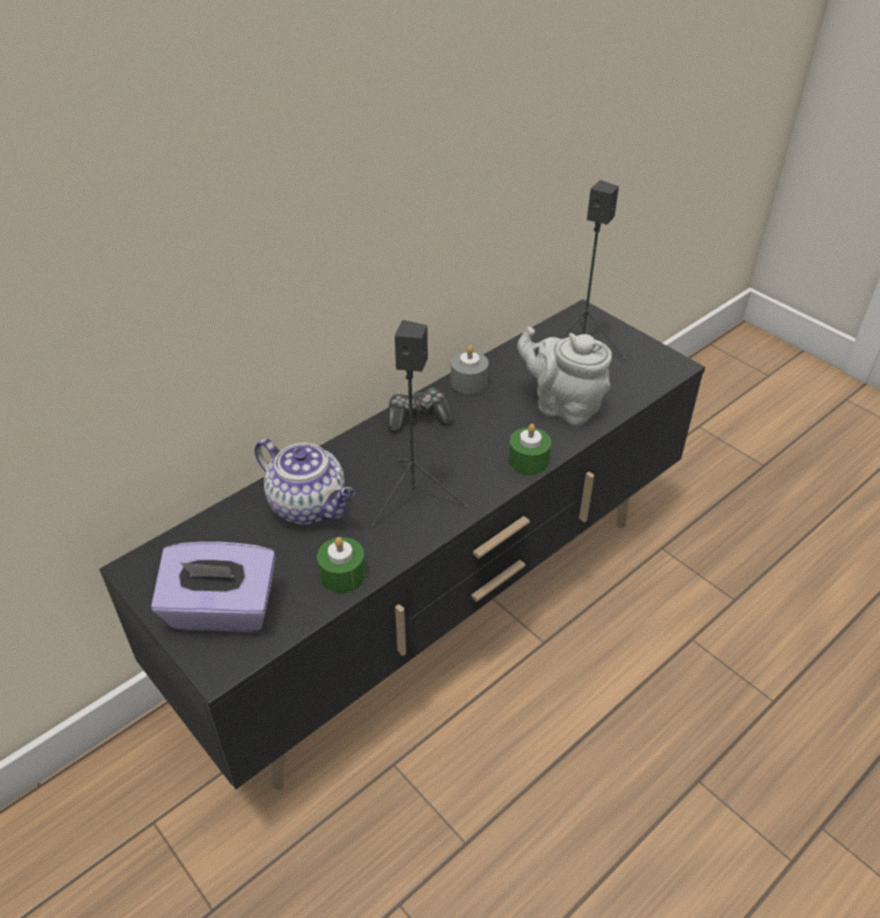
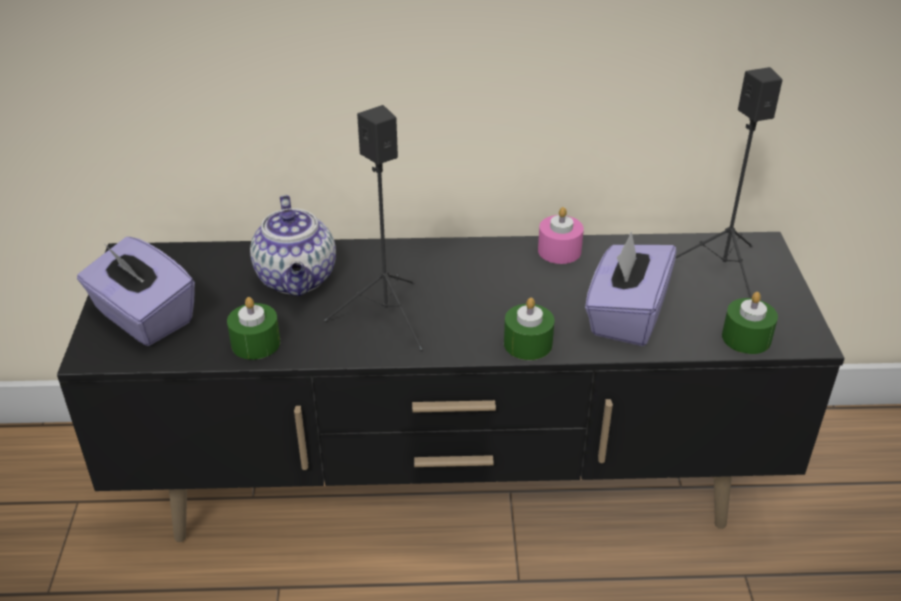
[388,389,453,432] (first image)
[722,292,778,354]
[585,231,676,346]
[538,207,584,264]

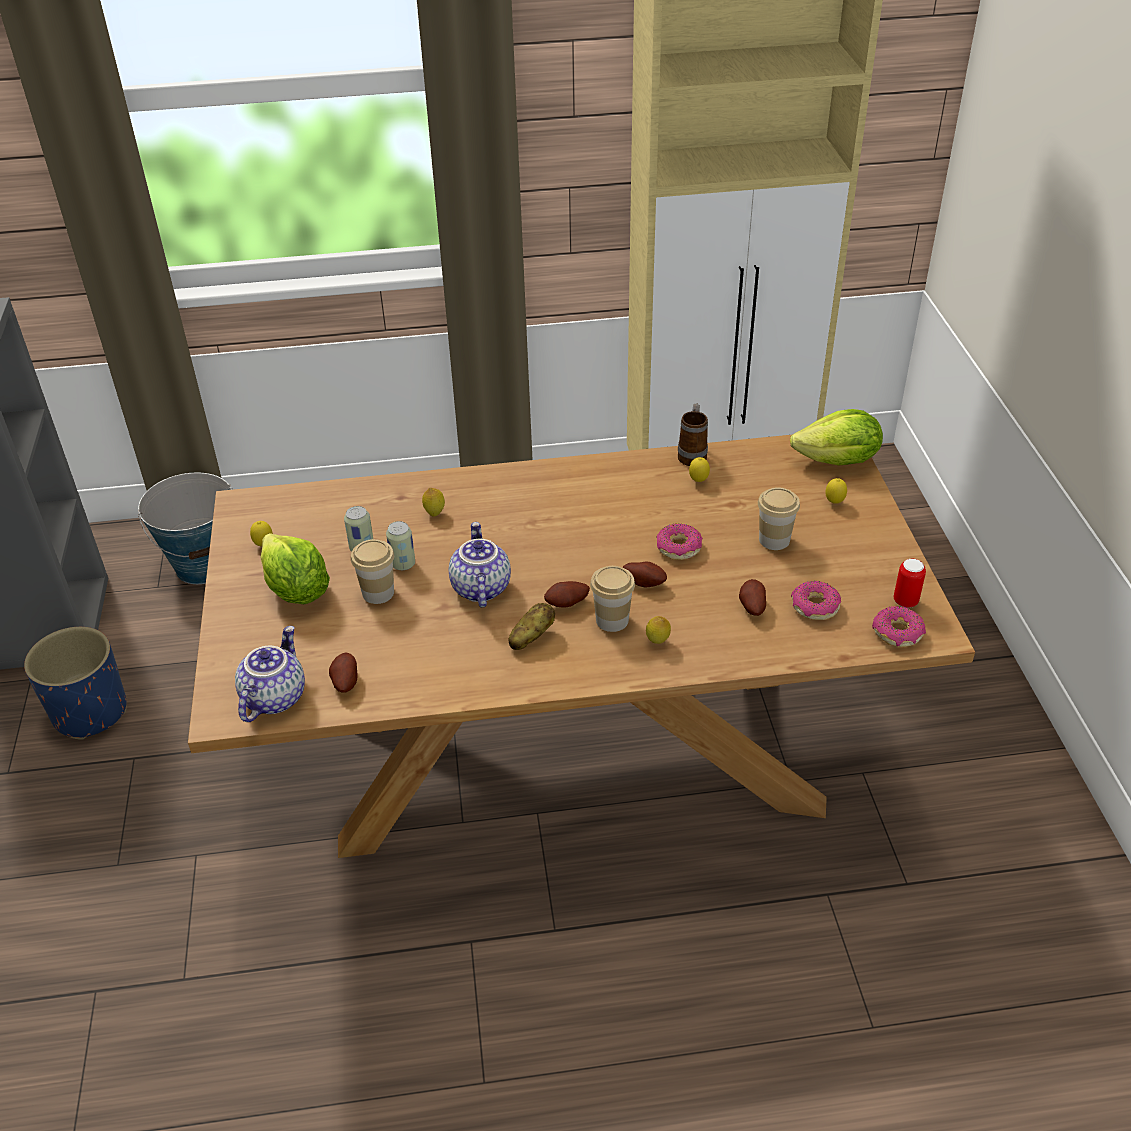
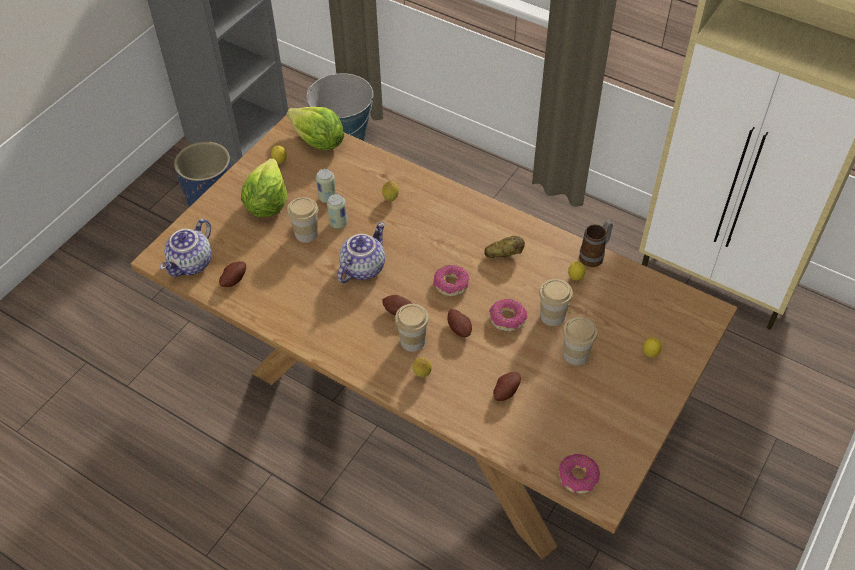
[894,559,926,608] (first image)
[539,279,573,326]
[484,236,525,258]
[287,107,344,150]
[434,265,470,296]
[160,219,212,276]

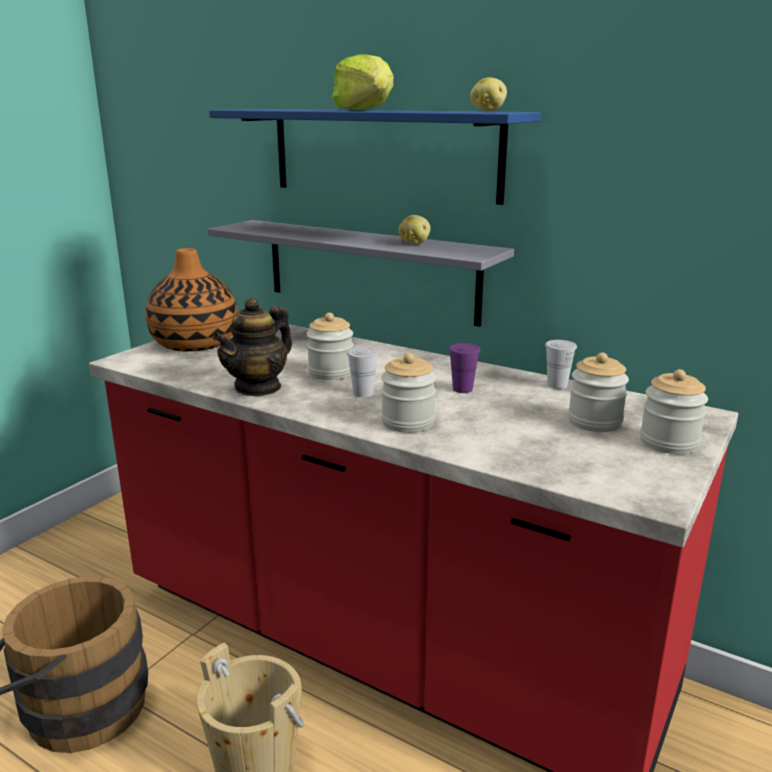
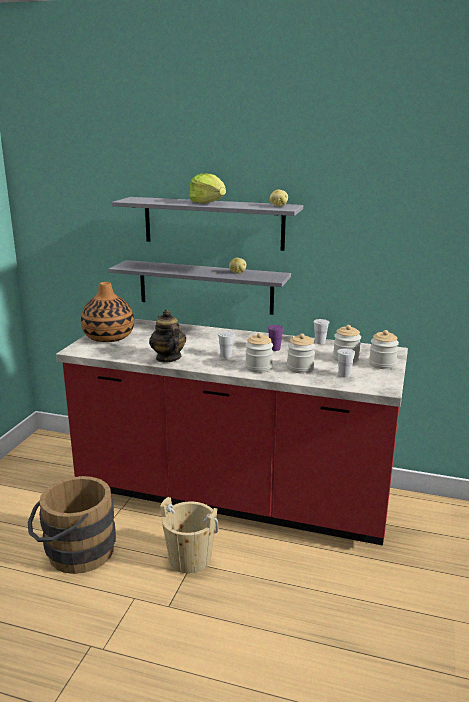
[337,348,356,378]
[287,333,316,373]
[112,197,303,251]
[149,310,186,363]

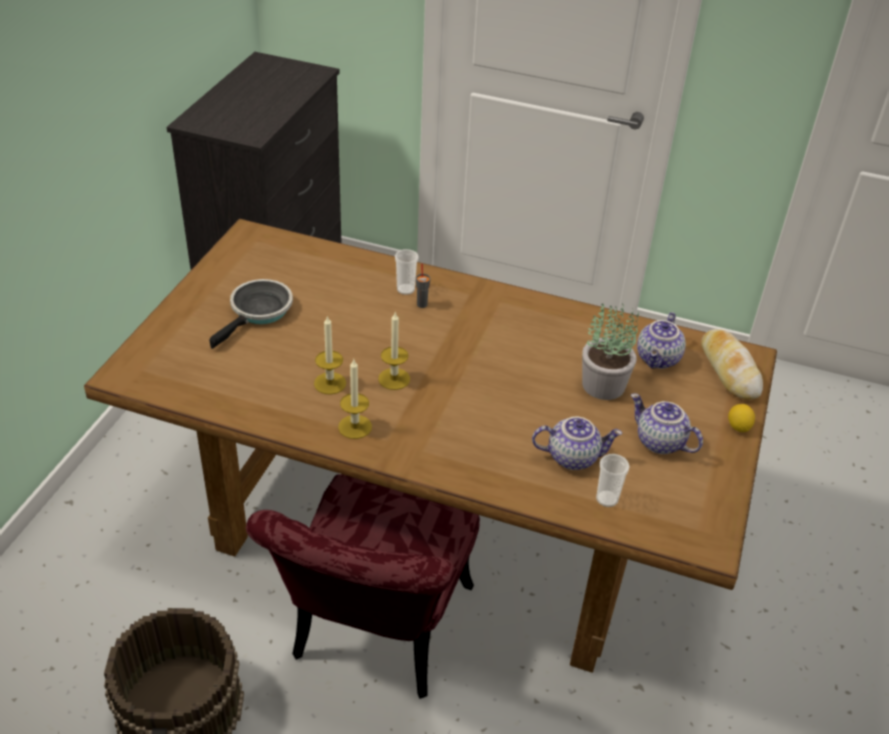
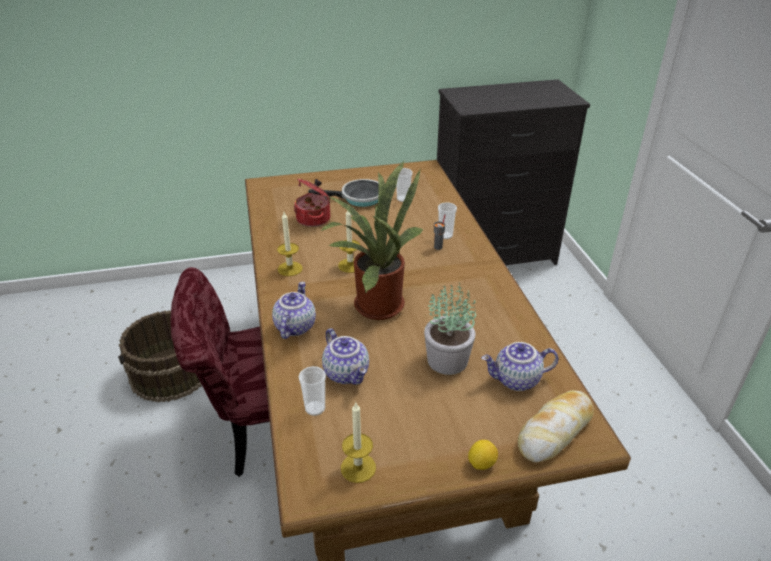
[294,178,331,227]
[321,161,423,320]
[396,168,412,202]
[341,403,376,483]
[272,282,316,339]

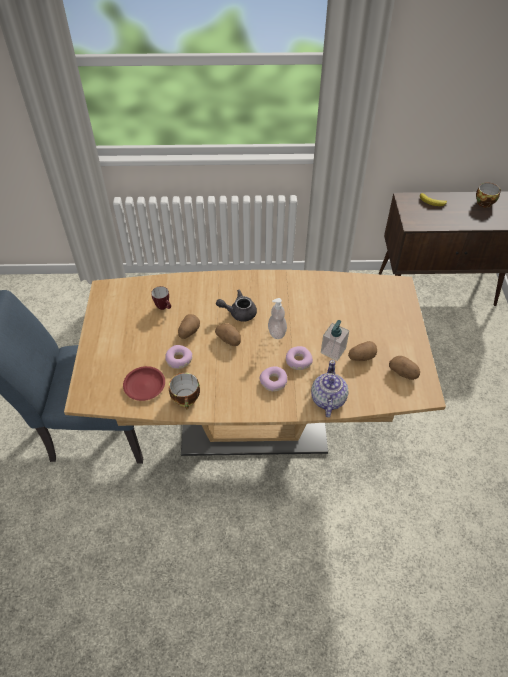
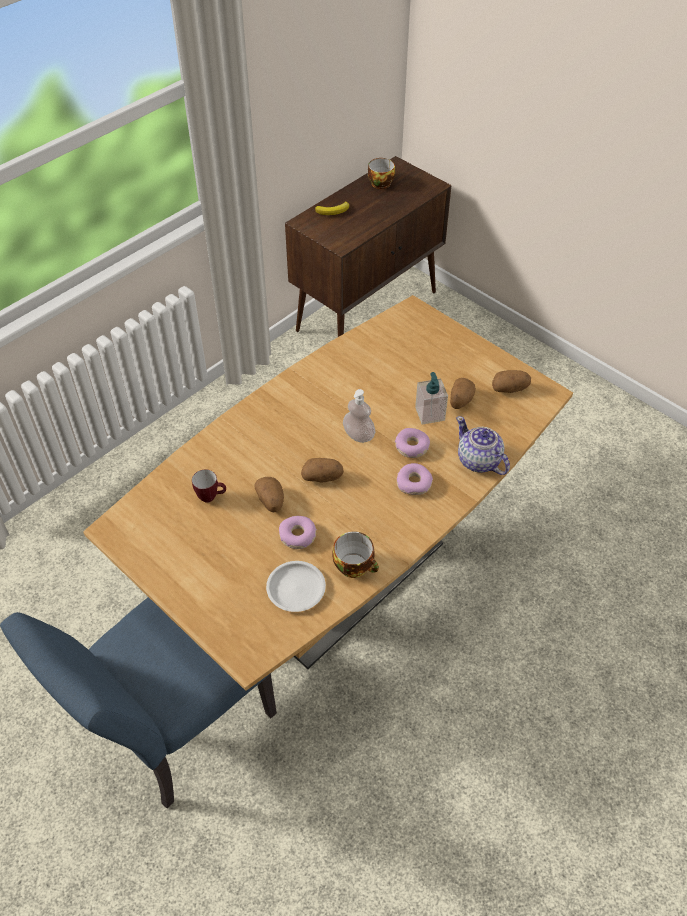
[216,290,257,322] (first image)
[266,561,326,612]

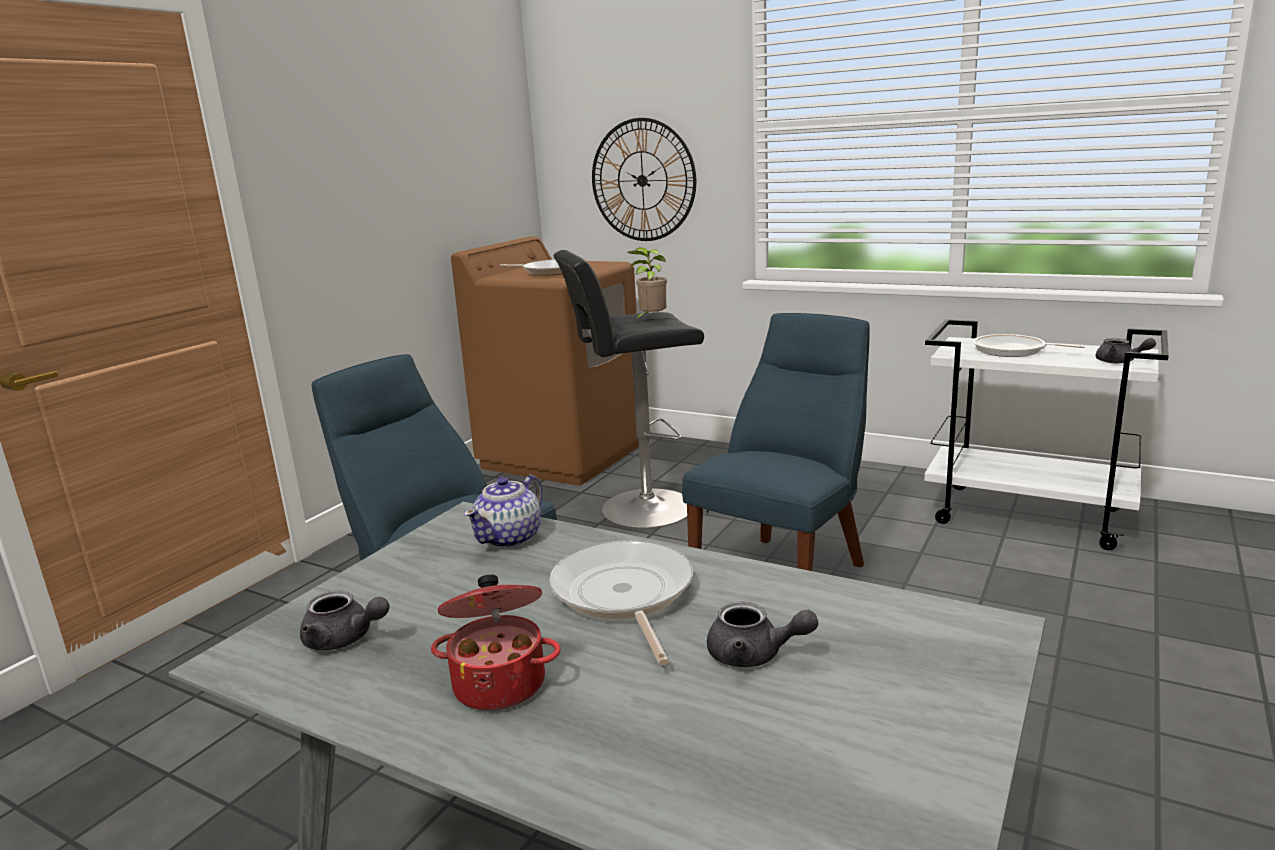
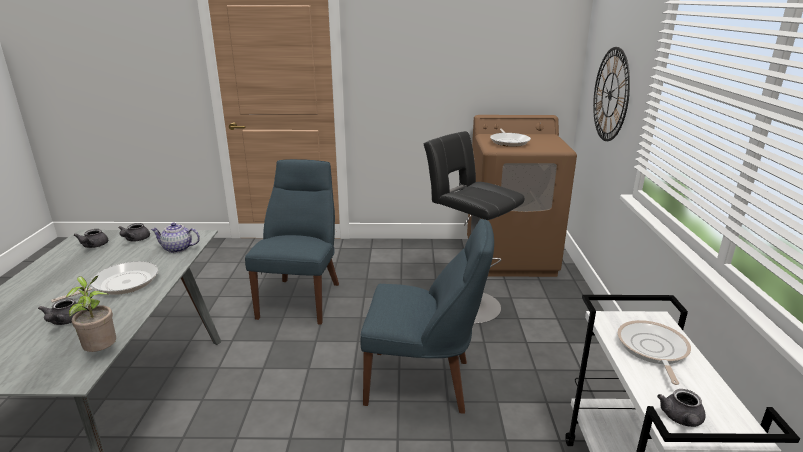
[431,575,560,711] (first image)
[118,223,150,241]
[66,276,116,352]

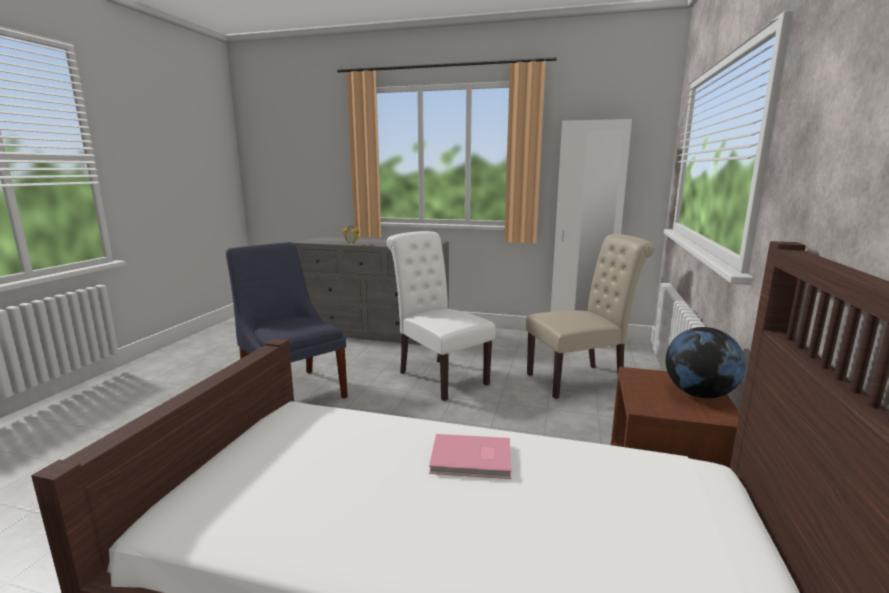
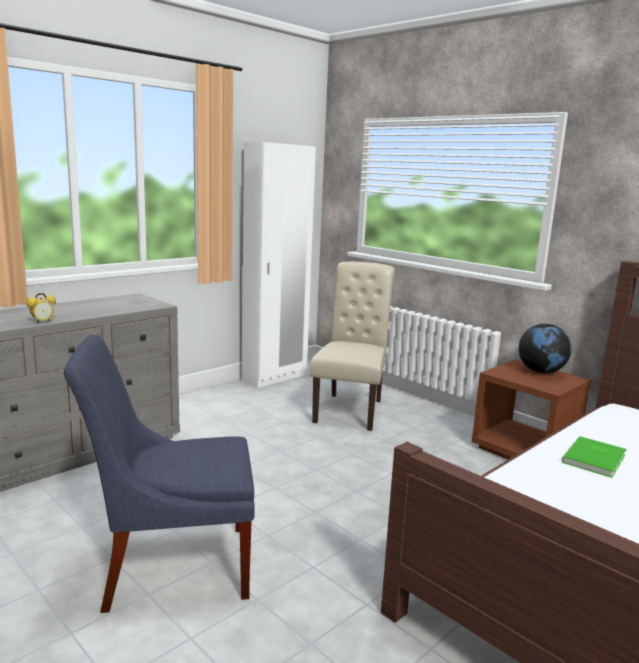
[387,231,496,401] (first image)
[562,436,626,478]

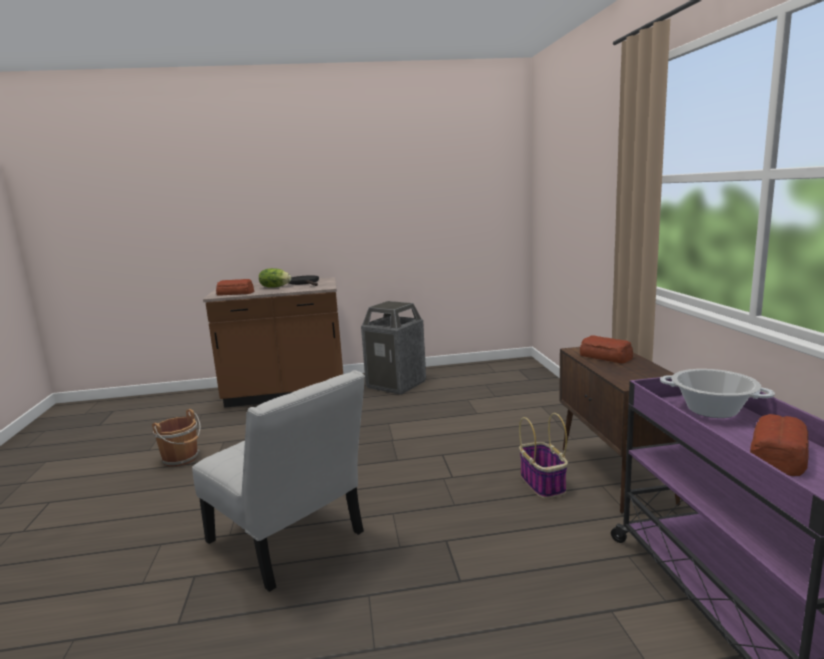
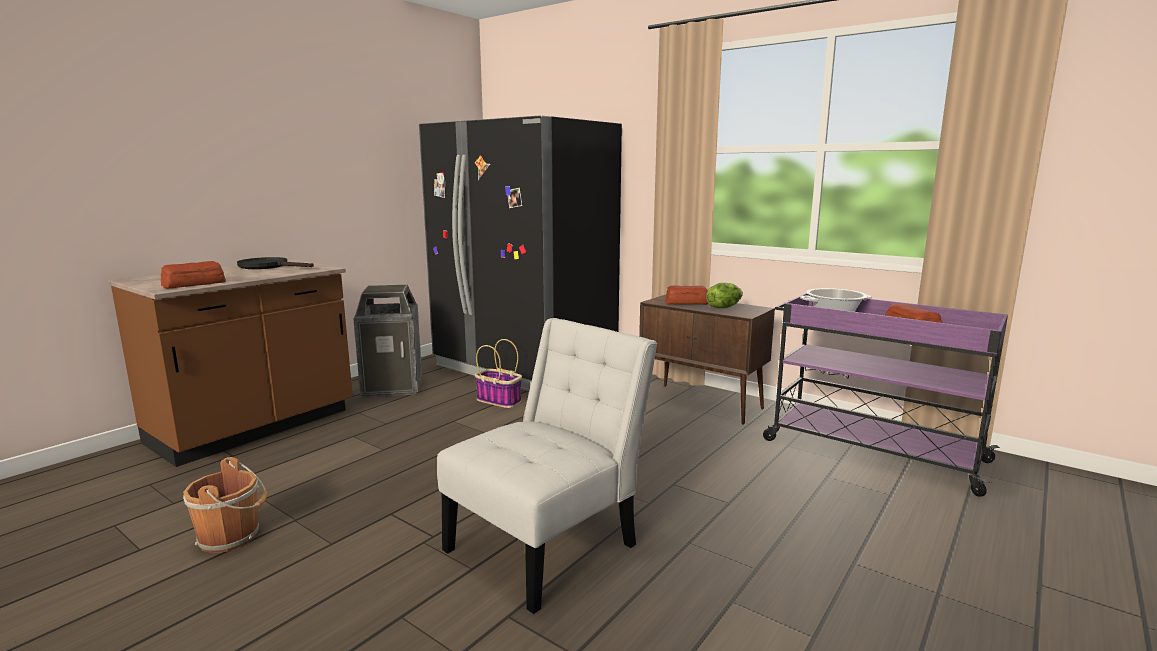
[419,115,622,391]
[706,283,743,308]
[475,339,522,408]
[437,318,658,614]

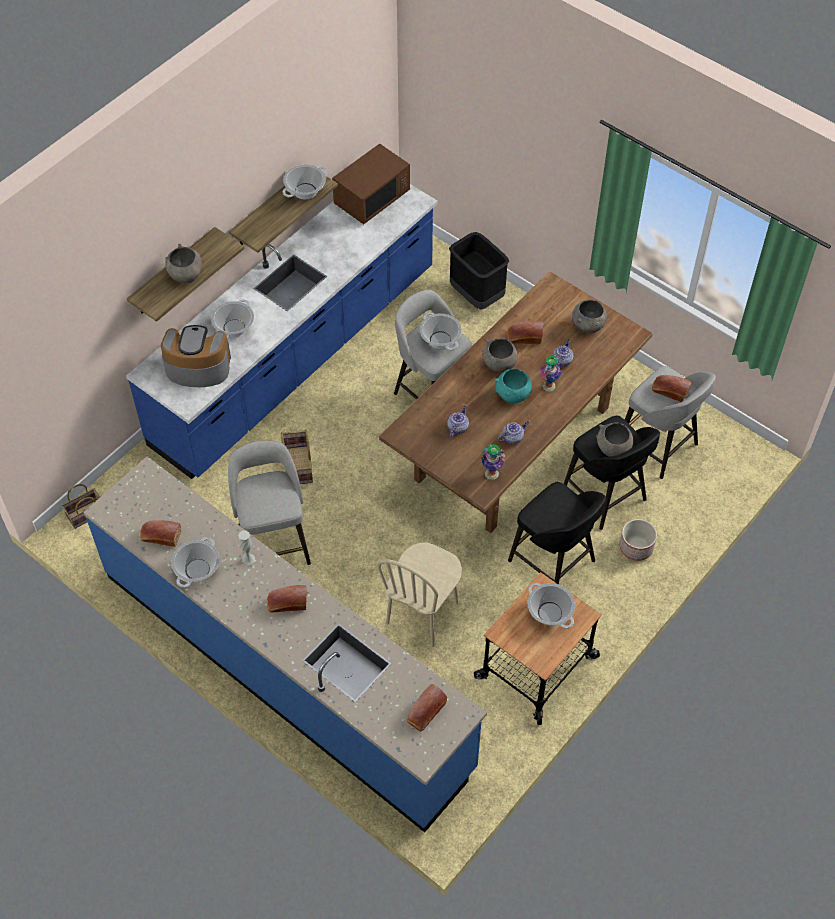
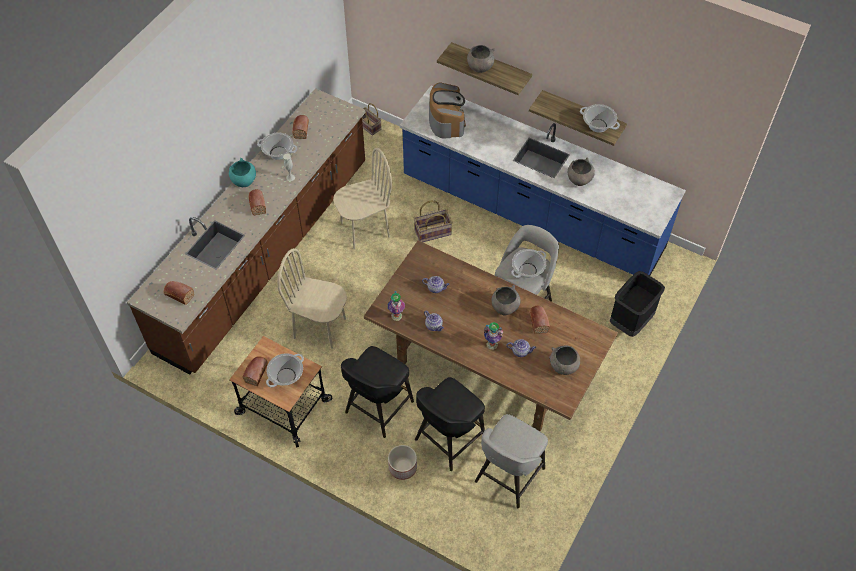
[211,299,254,338] (first image)
[332,144,410,225] (first image)
[229,158,256,187]
[568,158,595,186]
[243,356,268,386]
[333,148,392,249]
[127,88,366,375]

